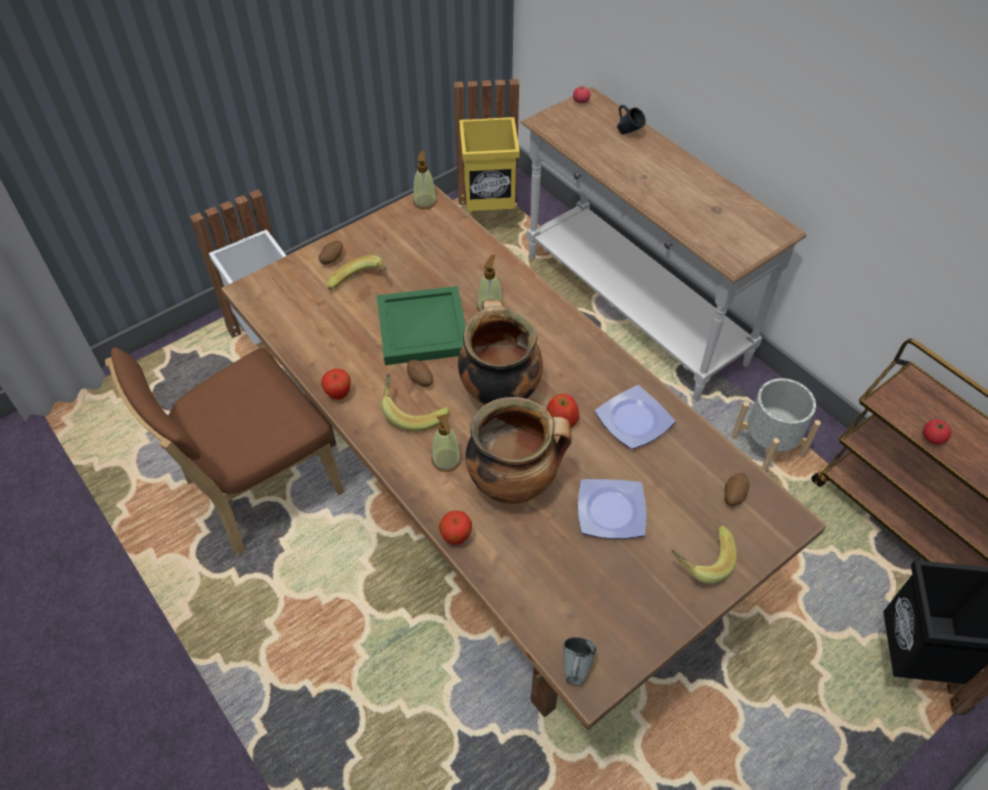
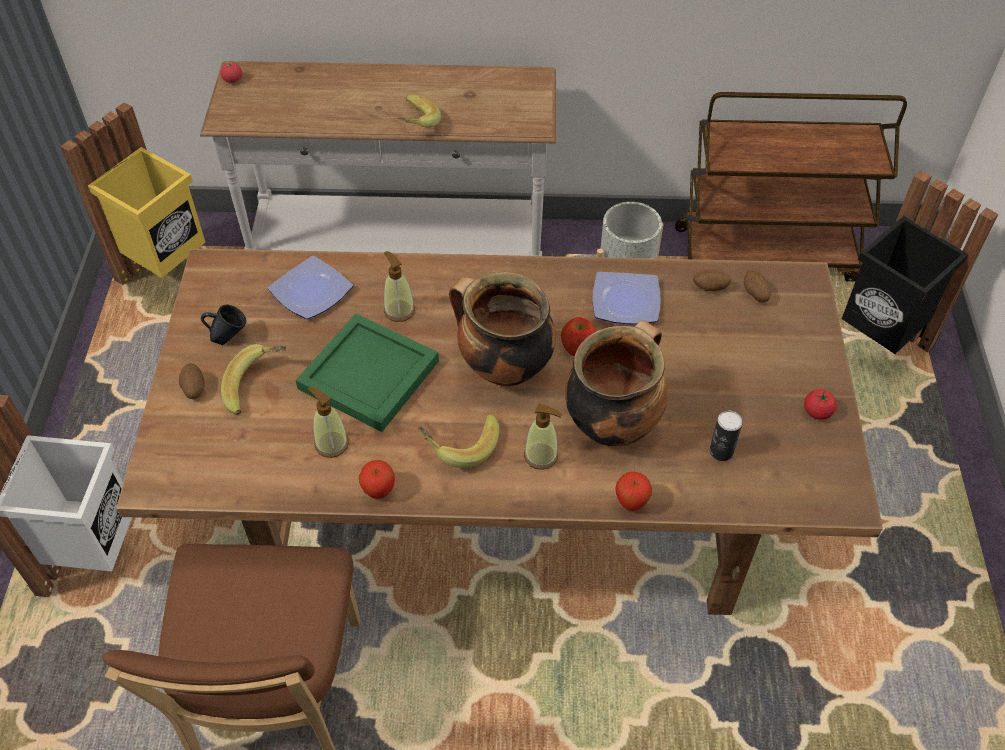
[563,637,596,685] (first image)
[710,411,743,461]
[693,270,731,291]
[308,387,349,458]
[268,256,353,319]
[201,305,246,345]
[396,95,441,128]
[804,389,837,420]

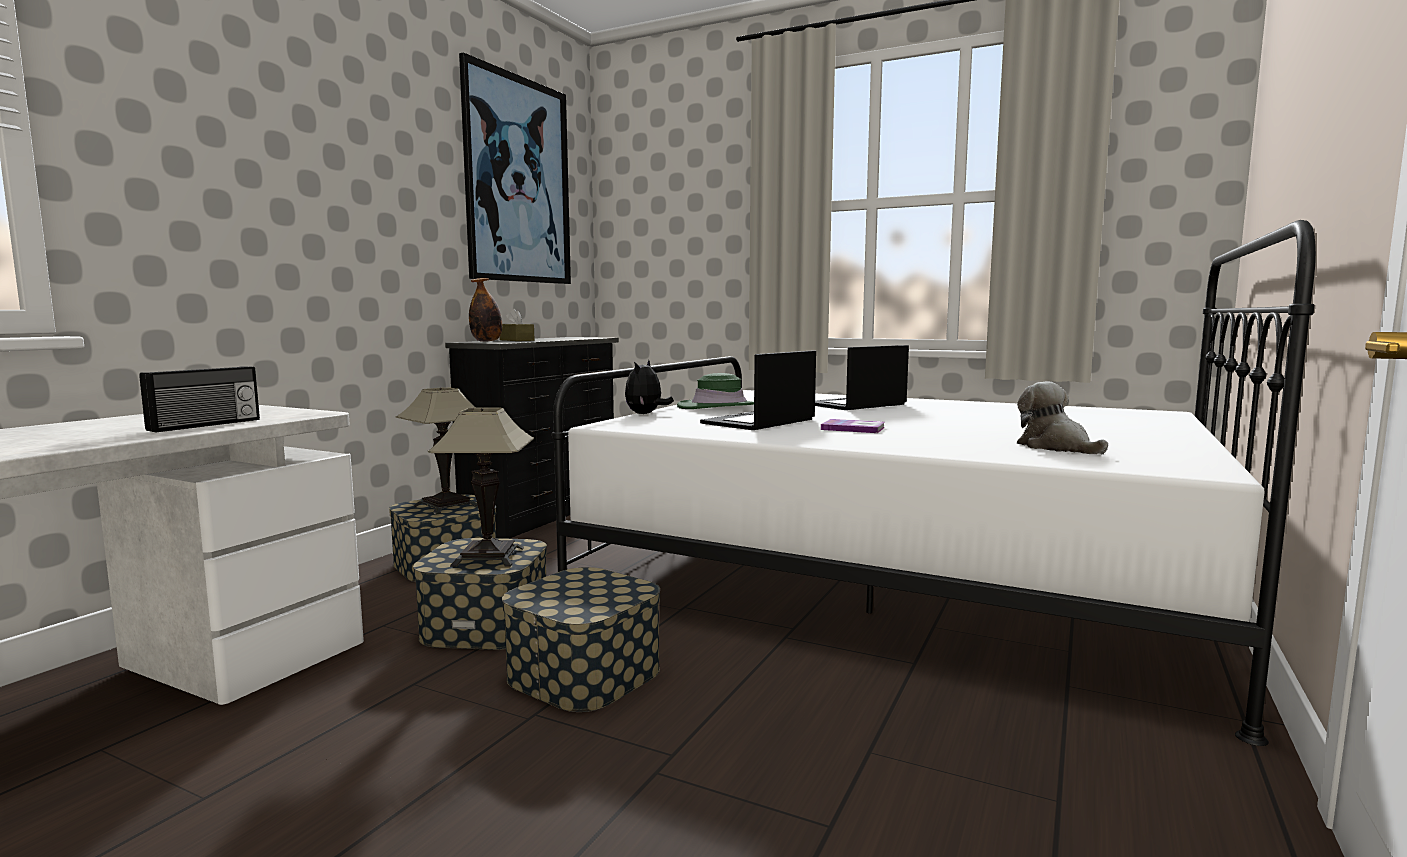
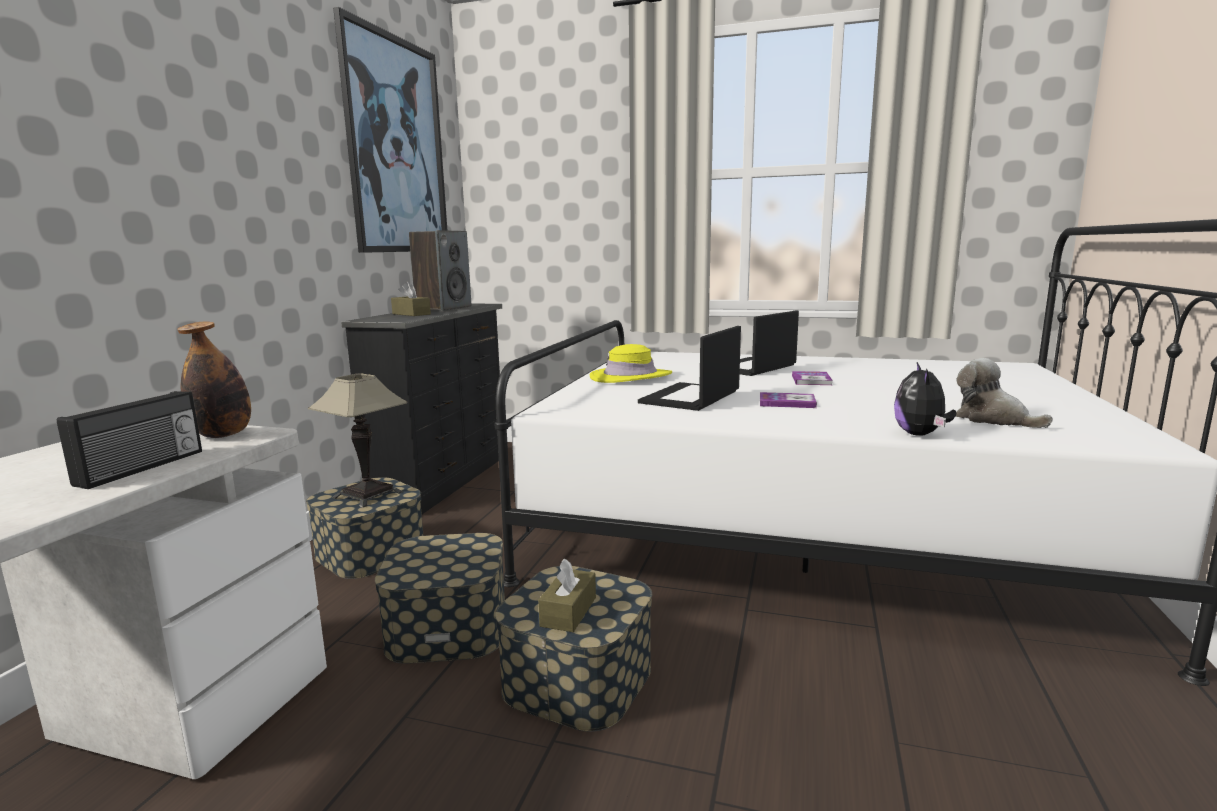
[428,408,534,567] (first image)
[409,230,472,311]
[538,558,596,632]
[792,371,833,385]
[177,321,251,438]
[894,362,956,436]
[590,344,672,383]

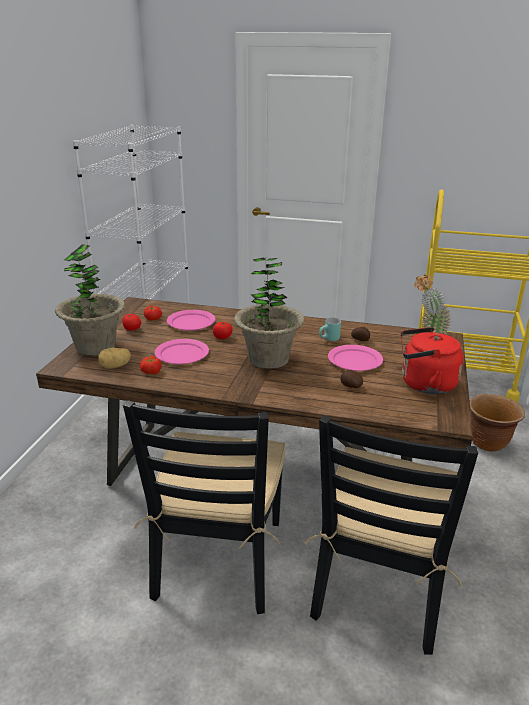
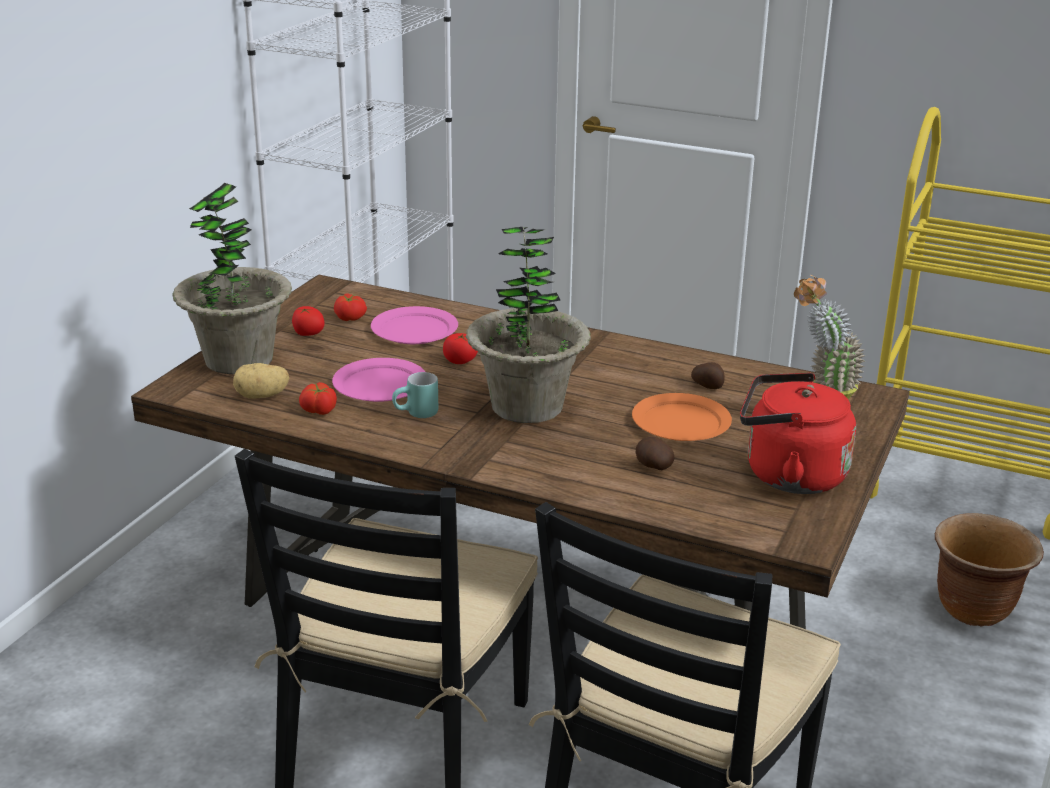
[392,372,438,418]
[632,393,732,441]

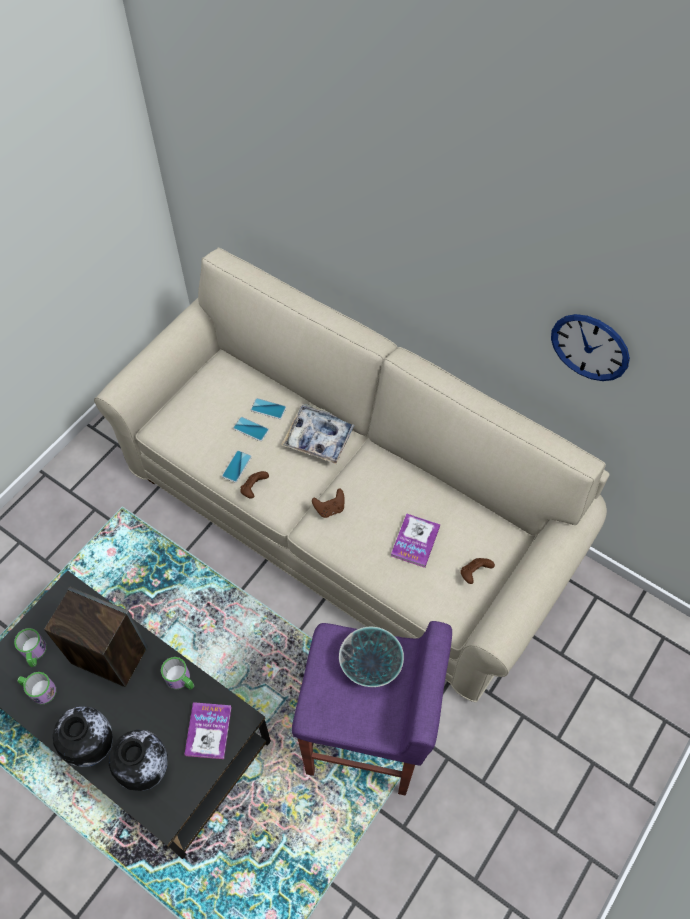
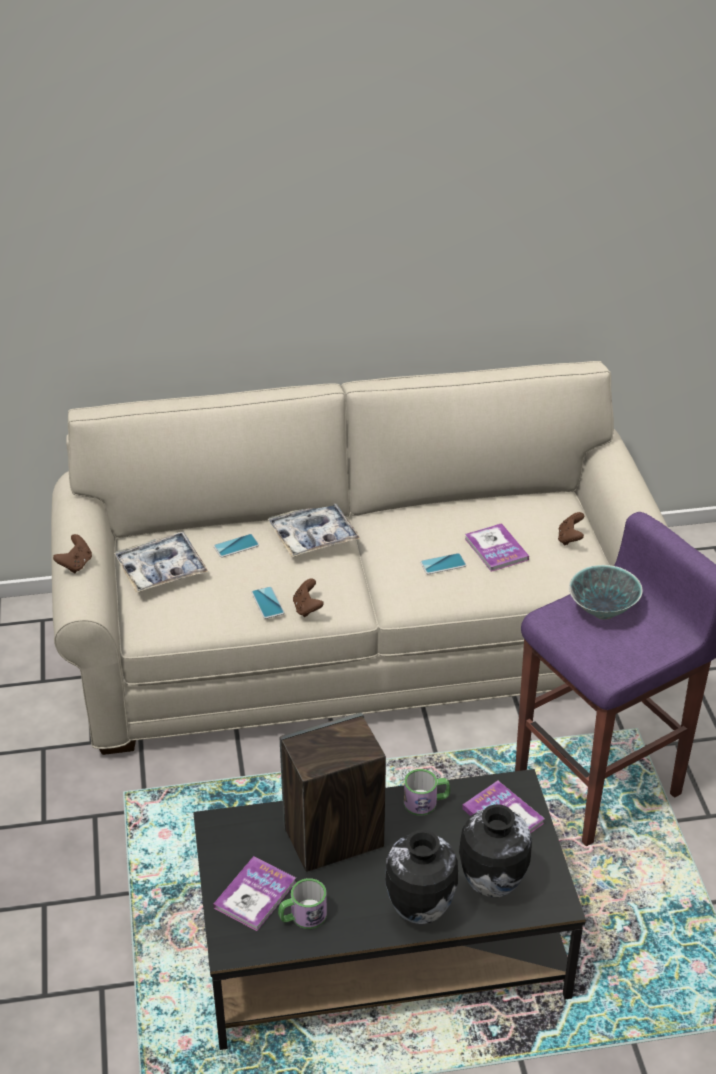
[551,314,630,381] (first image)
[114,531,208,593]
[420,553,467,574]
[53,534,92,573]
[213,856,296,931]

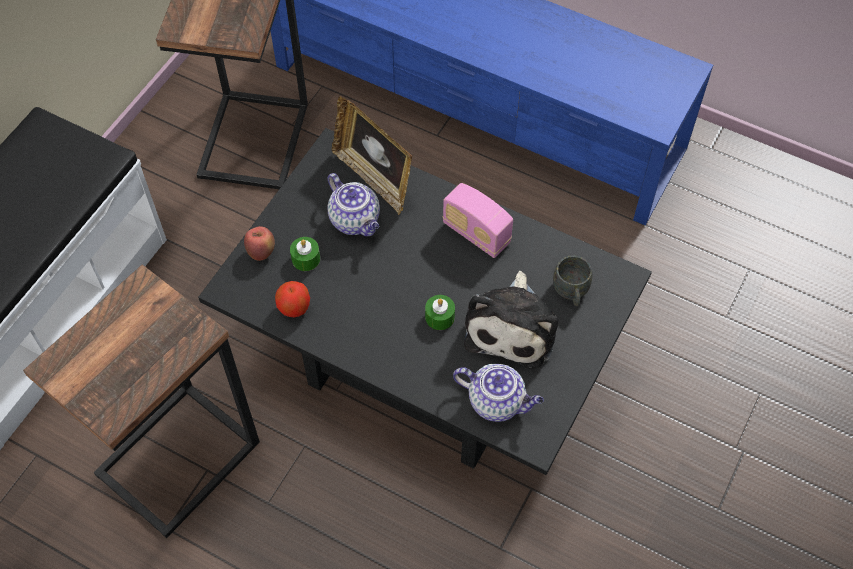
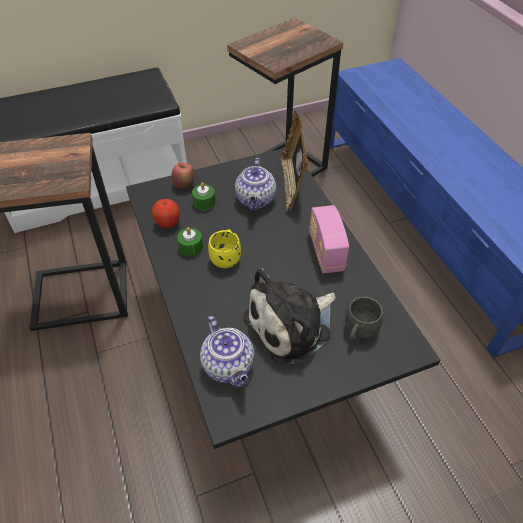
[208,229,241,268]
[177,227,203,256]

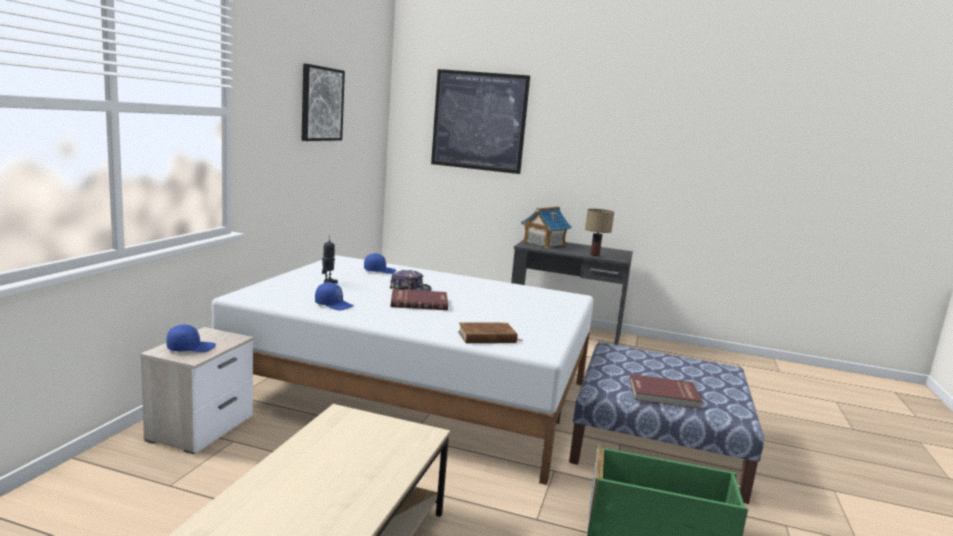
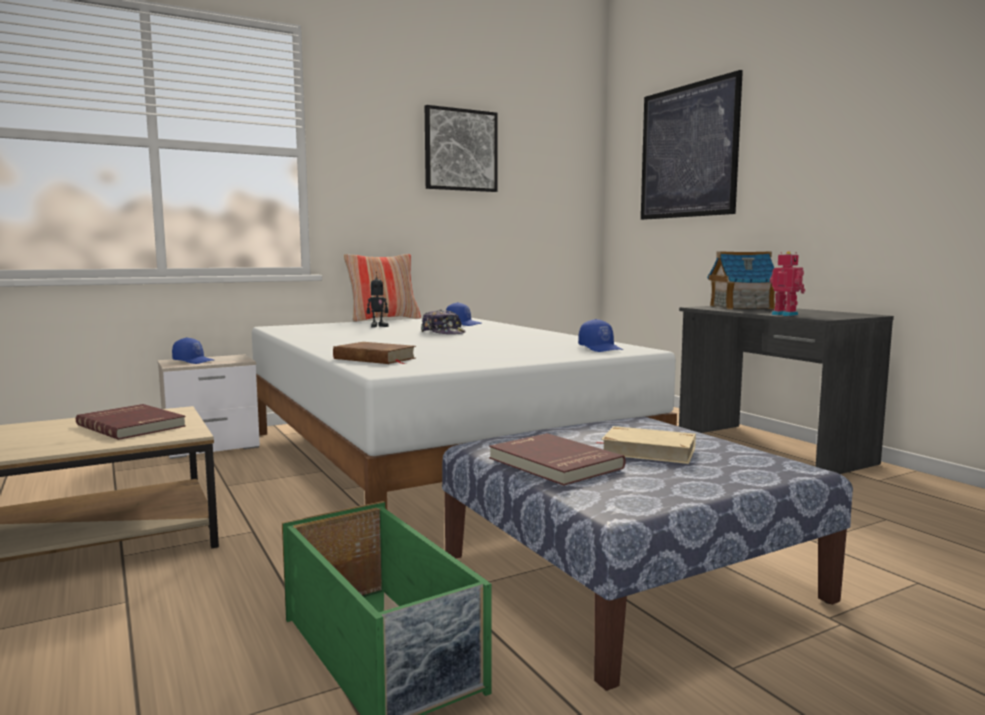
[344,254,421,322]
[597,426,696,464]
[578,319,623,352]
[76,404,186,440]
[770,251,805,316]

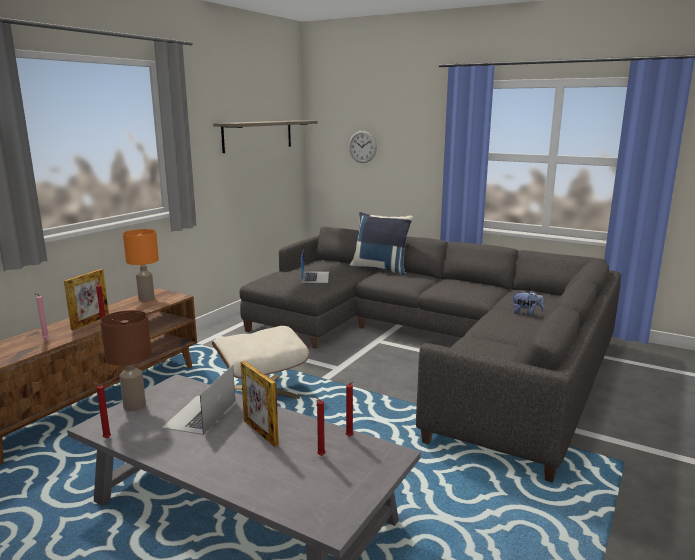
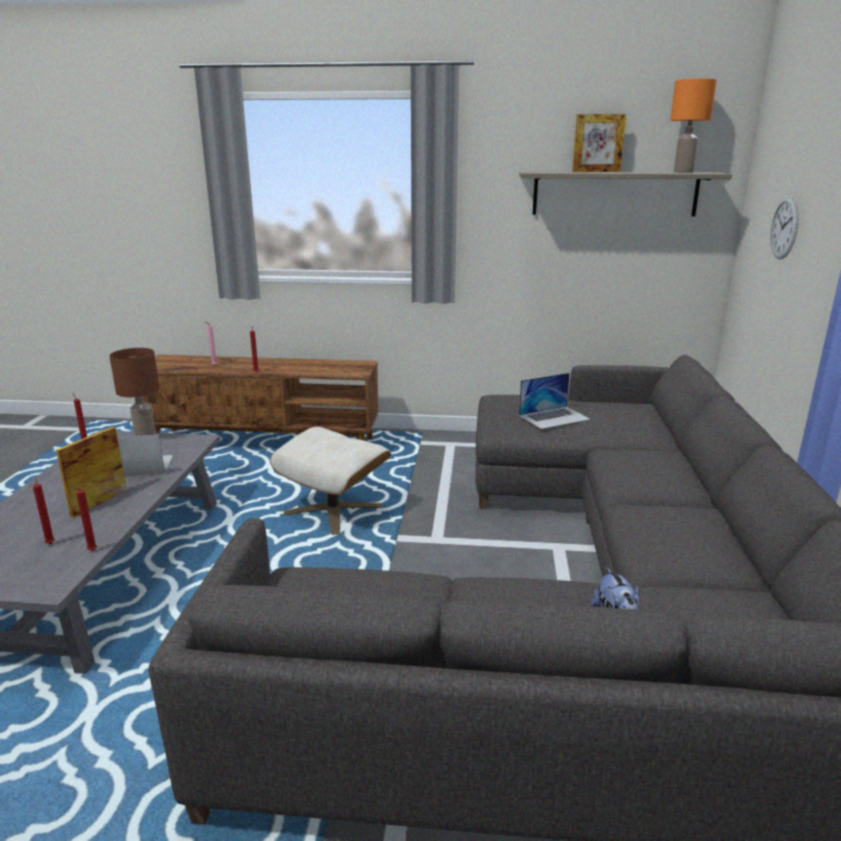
[349,212,413,275] (first image)
[572,114,626,172]
[670,79,717,173]

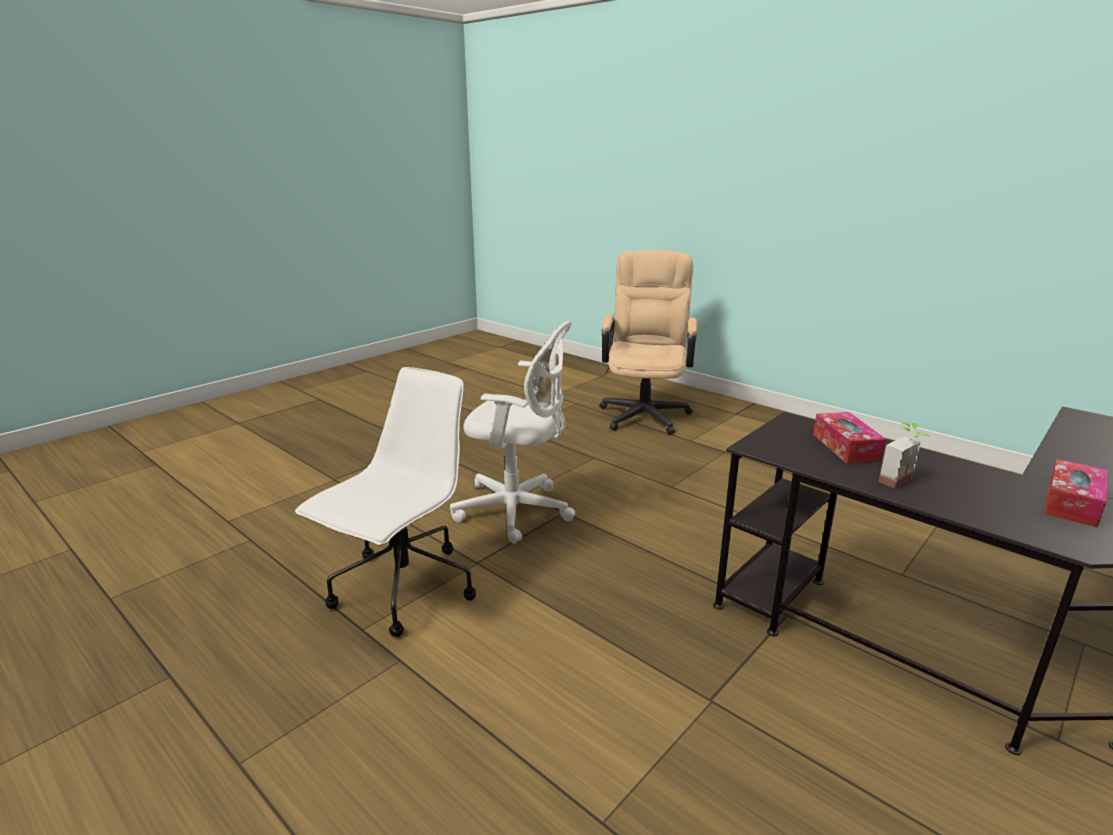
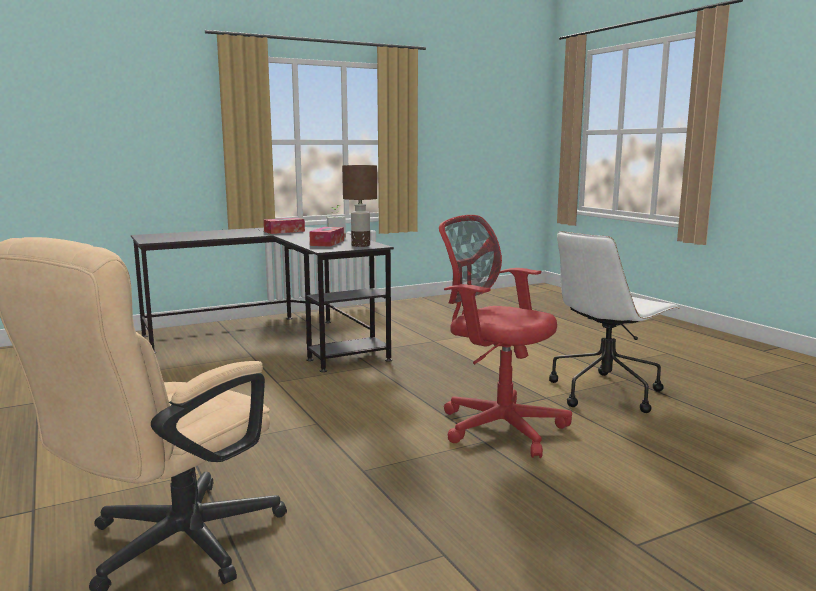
[342,165,377,247]
[439,215,572,458]

